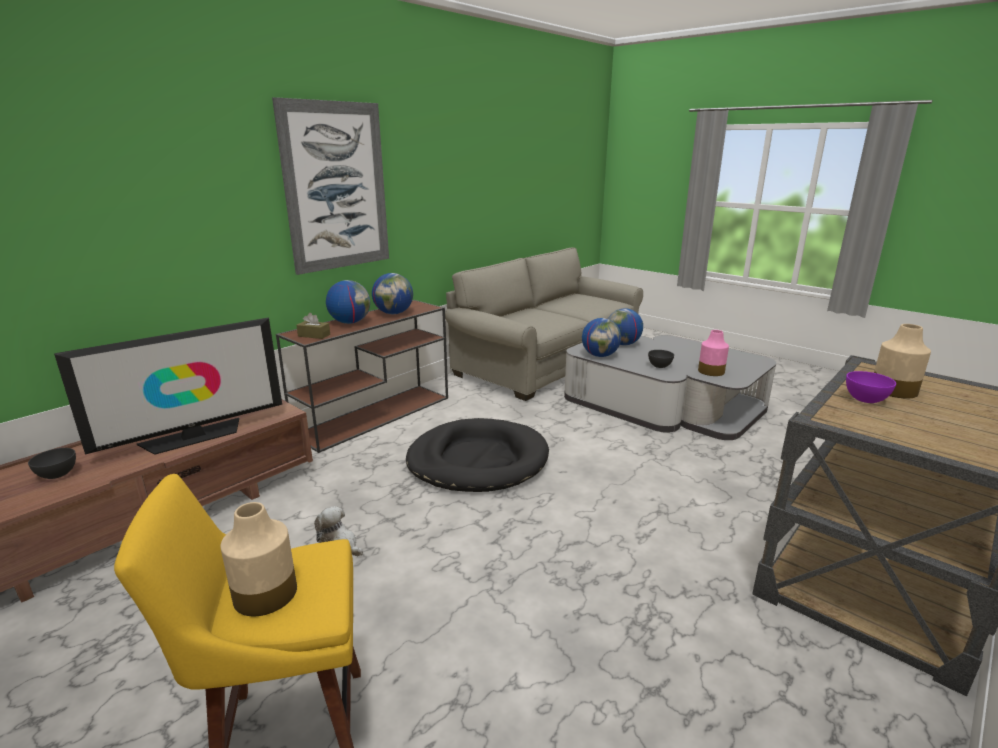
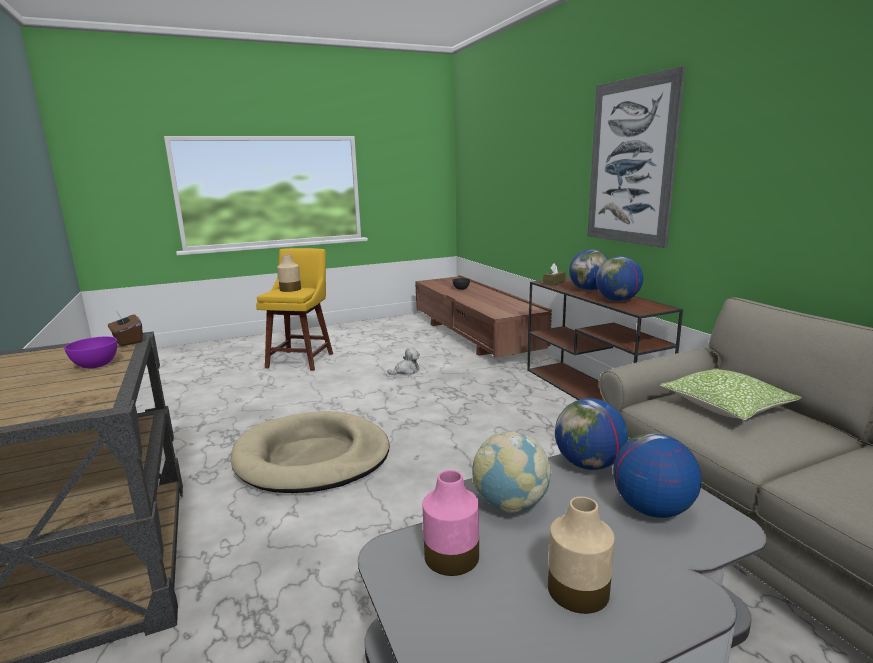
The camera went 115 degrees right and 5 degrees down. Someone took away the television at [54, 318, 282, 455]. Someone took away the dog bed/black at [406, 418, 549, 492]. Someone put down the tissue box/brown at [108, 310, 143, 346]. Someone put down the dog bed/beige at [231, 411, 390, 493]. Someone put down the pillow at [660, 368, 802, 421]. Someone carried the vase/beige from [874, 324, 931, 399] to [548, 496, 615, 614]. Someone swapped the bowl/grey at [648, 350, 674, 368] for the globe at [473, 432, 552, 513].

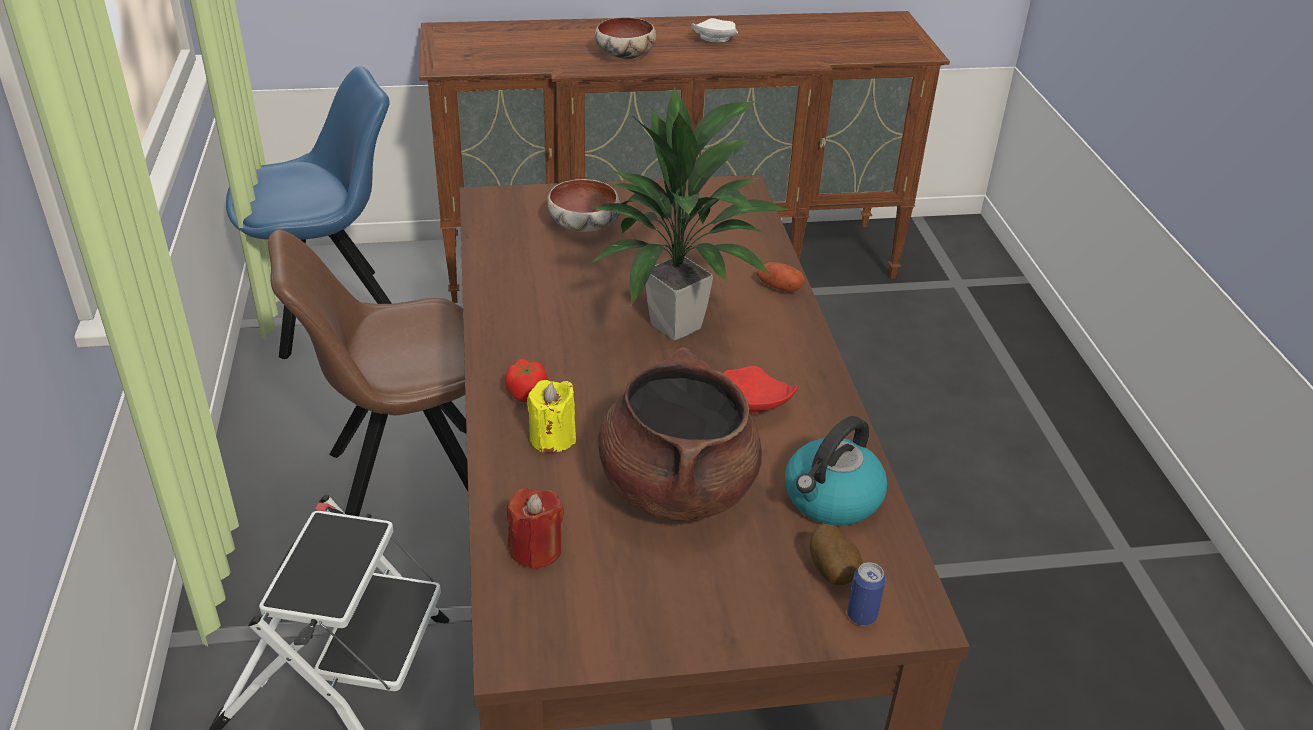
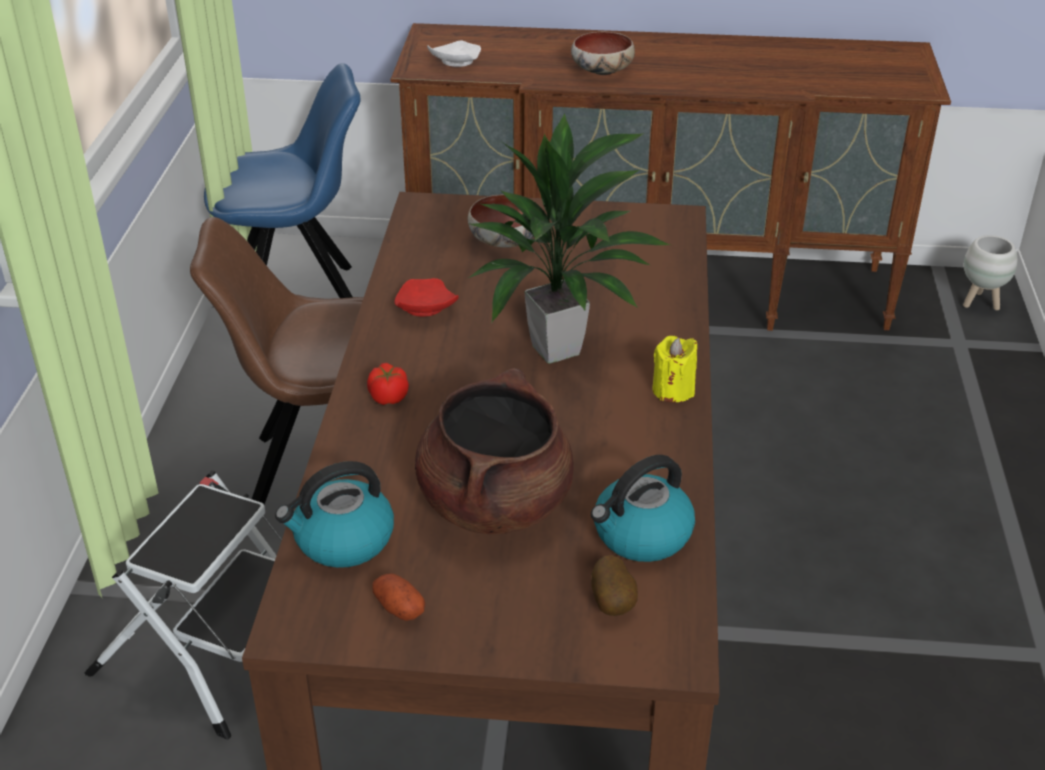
The camera went 15 degrees right and 0 degrees up. Someone took away the can at [847, 562, 886, 625]. Someone put down the planter/white at [963, 235, 1017, 310]. Someone carried the candle/yellow from [527, 380, 576, 453] to [652, 336, 697, 402]. Someone carried the plate/white from [691, 18, 738, 42] to [427, 41, 481, 67]. Someone carried the plate/red from [723, 366, 798, 414] to [394, 278, 459, 317]. Someone carried the potato from [757, 262, 805, 292] to [372, 574, 425, 621]. Someone swapped the candle/red at [507, 488, 564, 570] for the kettle at [275, 461, 394, 568].

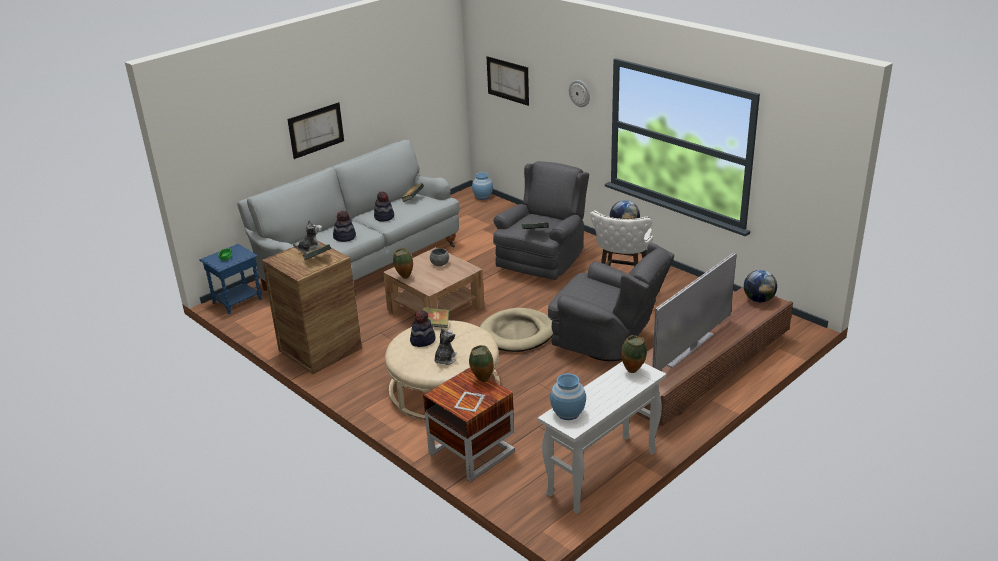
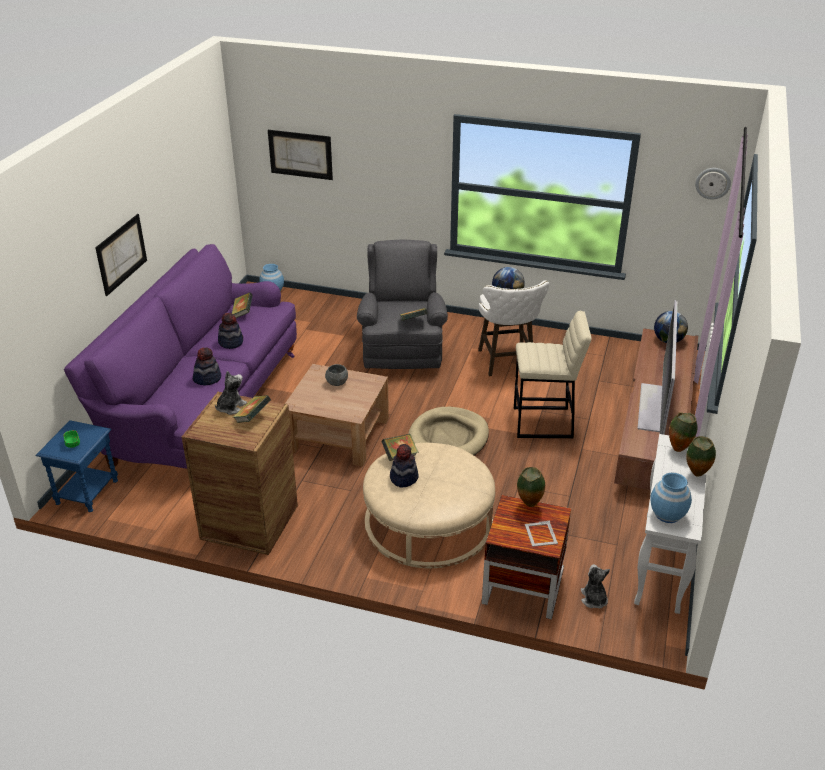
The camera went 30 degrees left and 5 degrees up. Someone carried the vase from [393, 248, 413, 279] to [686, 436, 716, 477]. Someone carried the plush toy from [434, 328, 457, 365] to [581, 564, 610, 608]. Someone carried the wall clock from [569, 80, 590, 107] to [695, 168, 731, 200]. Someone swapped the armchair/grey at [548, 243, 674, 361] for the stool/beige at [514, 311, 592, 438]. Someone repainted the sofa/grey at [237, 140, 459, 291], which became the sofa/purple at [64, 244, 297, 469].

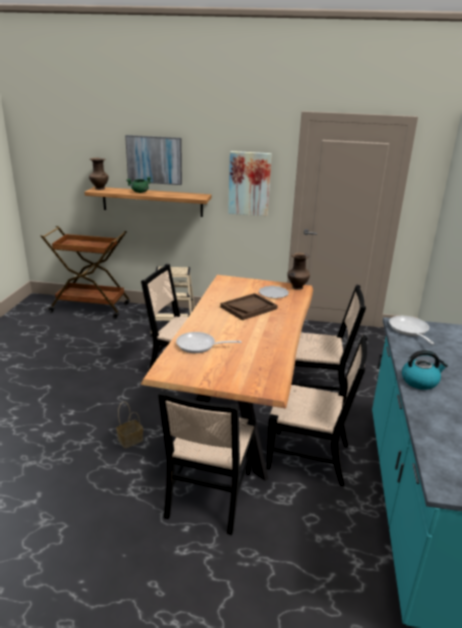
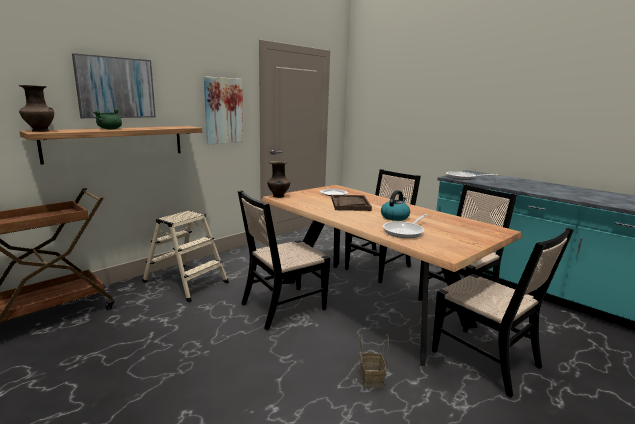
The camera went 55 degrees left and 10 degrees down. Someone carried the vase/brown from [287, 253, 310, 290] to [267, 161, 290, 198]. Someone carried the kettle from [402, 350, 448, 390] to [381, 190, 410, 221].

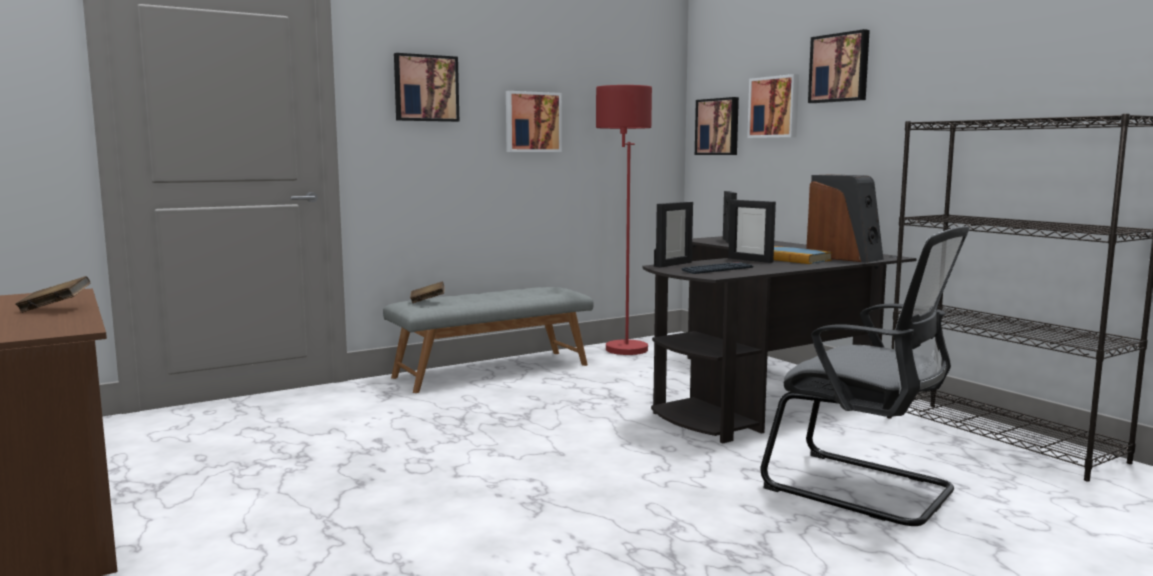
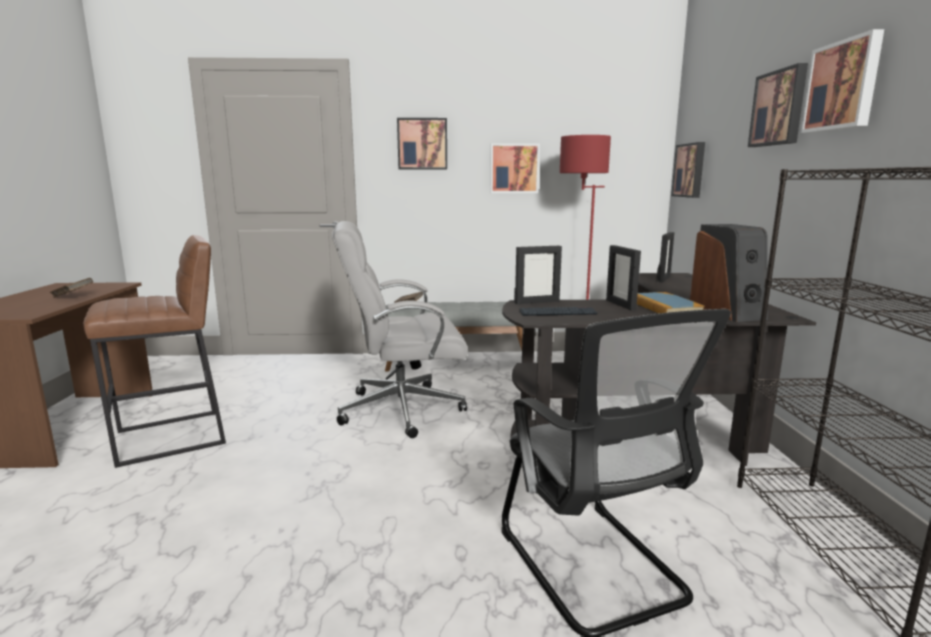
The camera went 30 degrees right and 5 degrees up. Someone put down the stool/brown at [84, 235, 226, 468]. Someone put down the office chair/grey at [332, 221, 468, 438]. Someone carried the picture from [747, 74, 799, 138] to [801, 29, 884, 133].

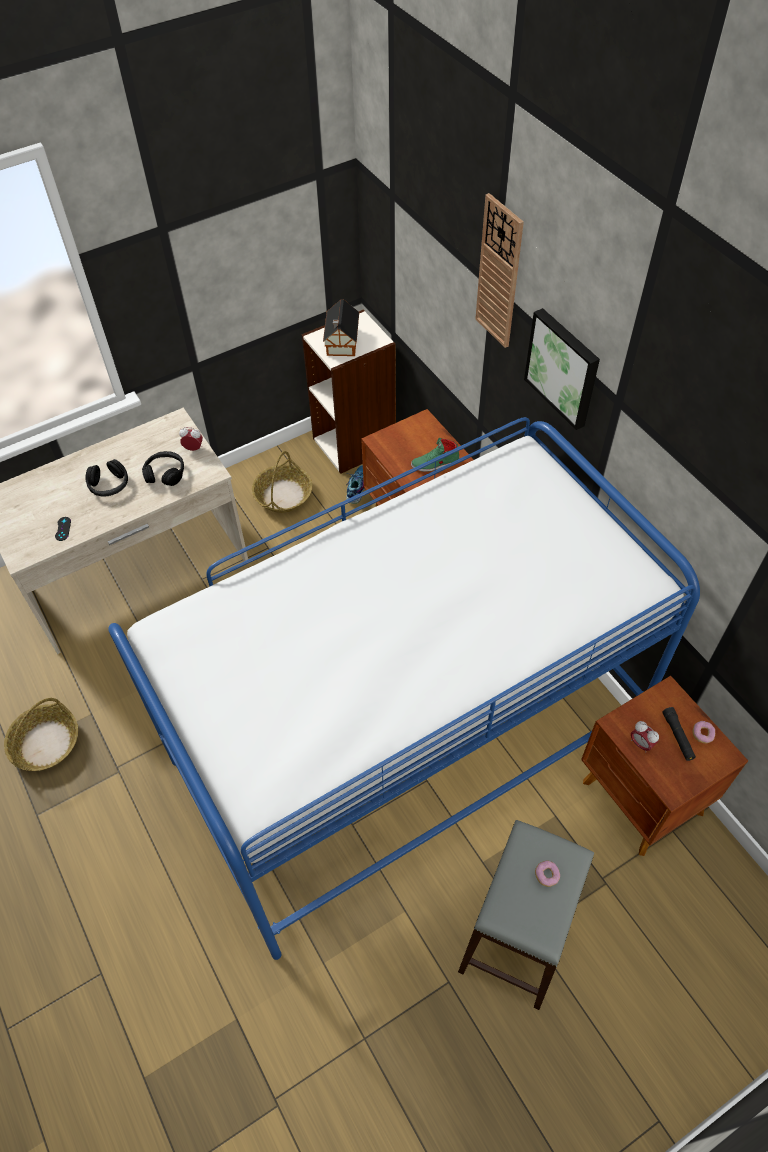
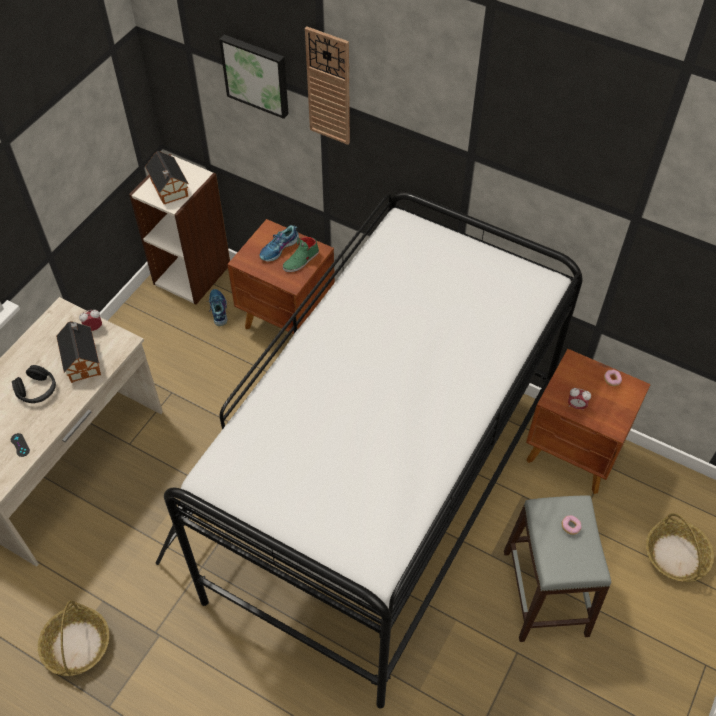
The camera went 30 degrees left and 0 degrees up. Someone took away the flashlight/black at [663, 707, 696, 761]. Someone put down the shoe at [259, 225, 299, 261]. Someone carried the basket from [252, 451, 312, 513] to [646, 513, 714, 582]. Someone carried the picture from [524, 308, 600, 430] to [219, 34, 289, 119]. Someone swapped the headphones/black at [142, 451, 184, 486] for the toy house at [56, 321, 101, 383]. Someone repainted the bed/blue at [108, 417, 700, 960], which became the bed/black at [156, 192, 582, 708].

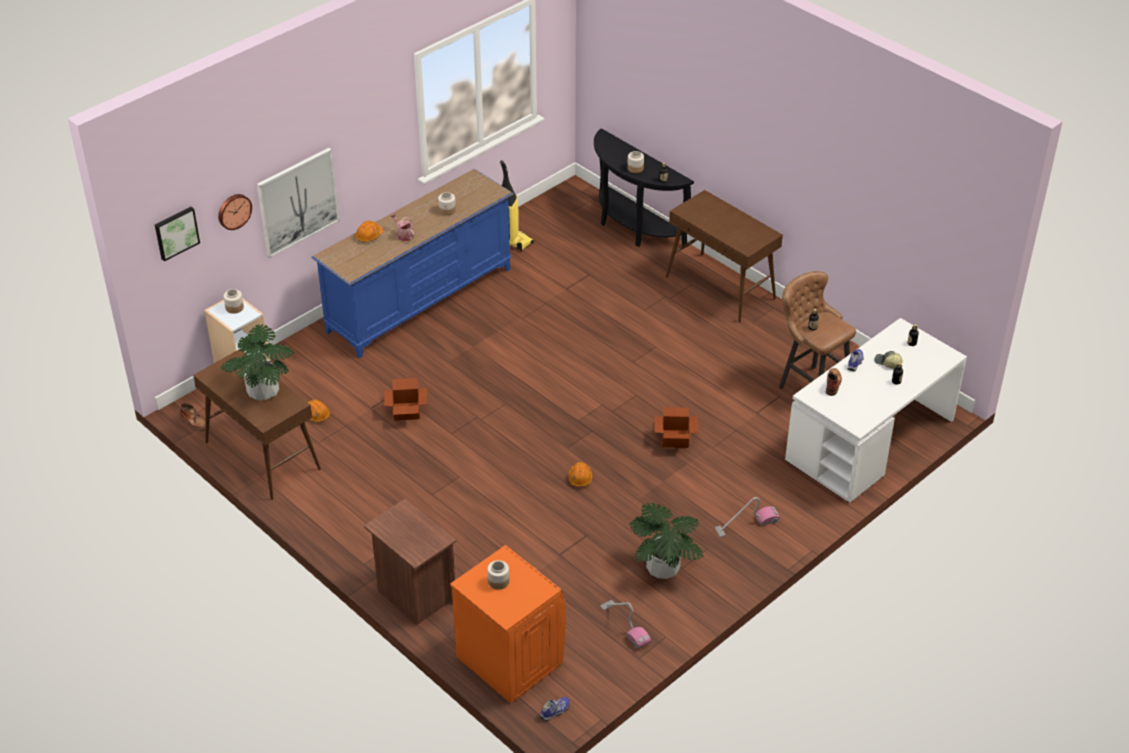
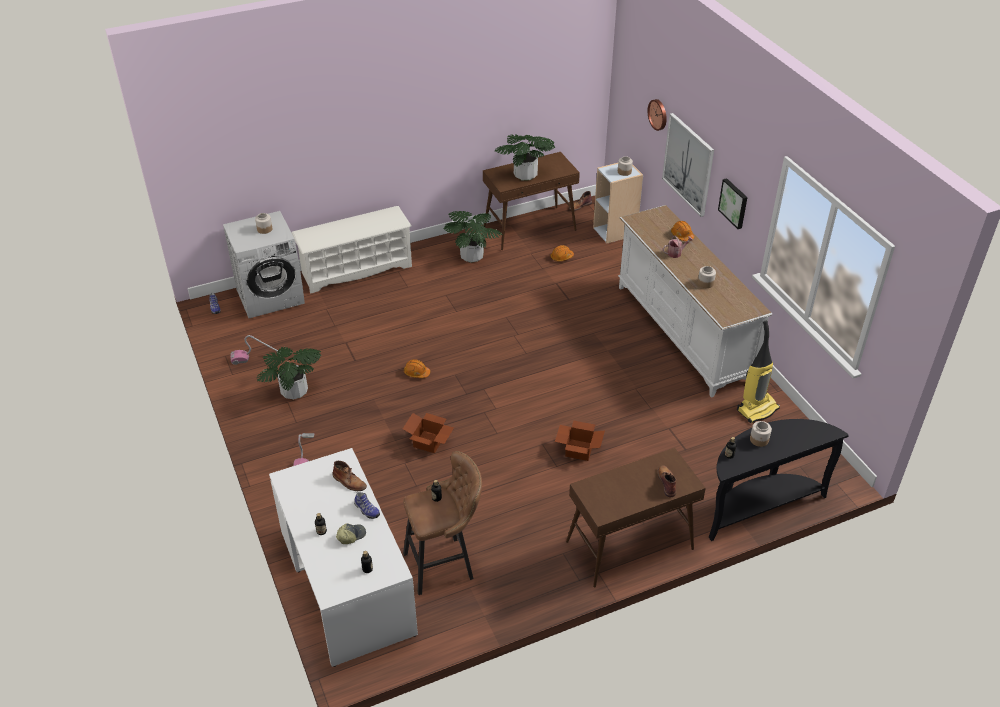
The camera went 110 degrees right and 0 degrees up. Someone put down the potted plant at [443, 211, 503, 263]. Someone put down the boot/brown at [658, 465, 676, 497]. Someone carried the picture from [155, 207, 200, 261] to [718, 178, 748, 229]. Someone carried the cardboard box from [384, 378, 427, 421] to [555, 420, 605, 461]. Someone swapped the nightstand/brown at [364, 499, 456, 625] for the shoe rack/white at [291, 206, 412, 294]. Someone repainted the cabinet/blue at [312, 169, 514, 358], which became the cabinet/white at [618, 205, 772, 398]. Someone repainted the washing machine/orange at [450, 545, 566, 703], which became the washing machine/white at [223, 211, 305, 318].

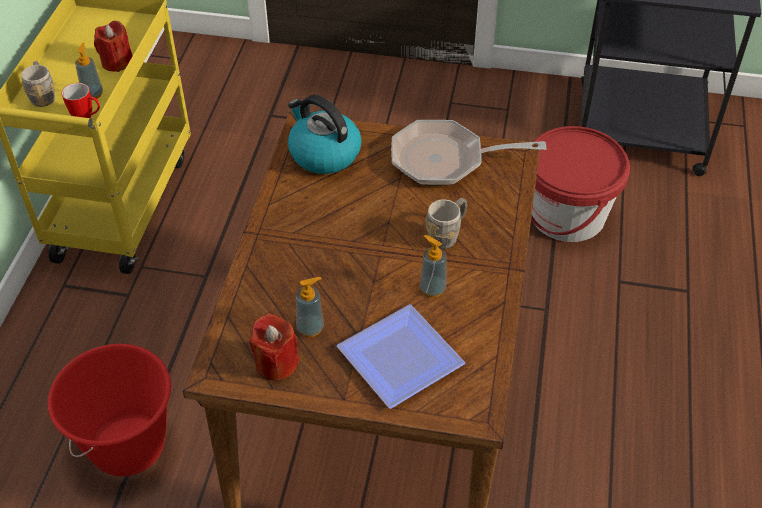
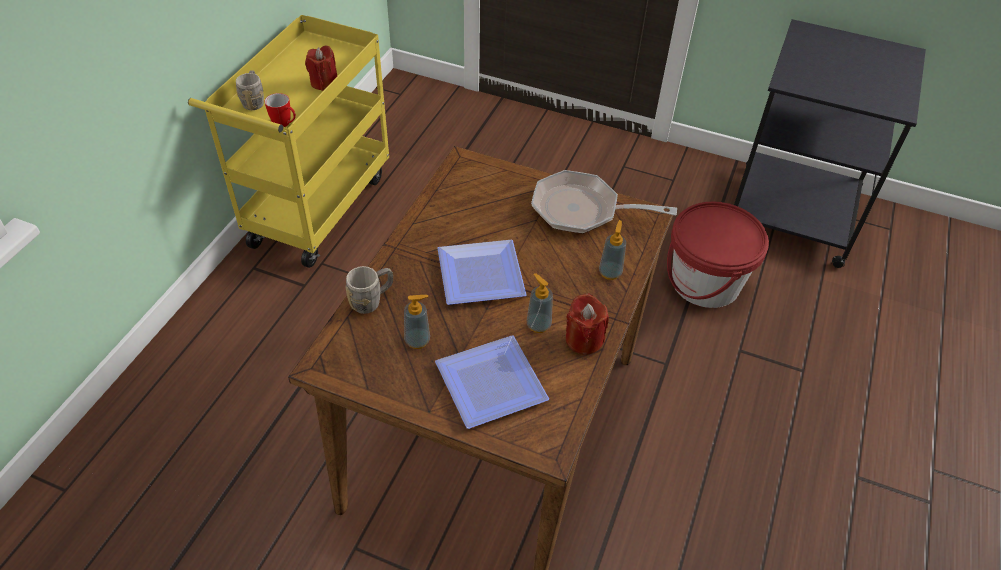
The camera went 10 degrees right and 0 degrees up. Someone took away the bucket/red at [48, 344, 171, 476]. Someone took away the kettle at [288, 95, 362, 174]. Someone put down the plate at [437, 240, 526, 305]. Someone carried the soap dispenser from [75, 43, 103, 100] to [599, 220, 626, 280]. Someone carried the candle/red from [249, 313, 299, 381] to [566, 293, 609, 355]. Someone carried the mug/grey from [426, 198, 467, 249] to [345, 266, 393, 314].

